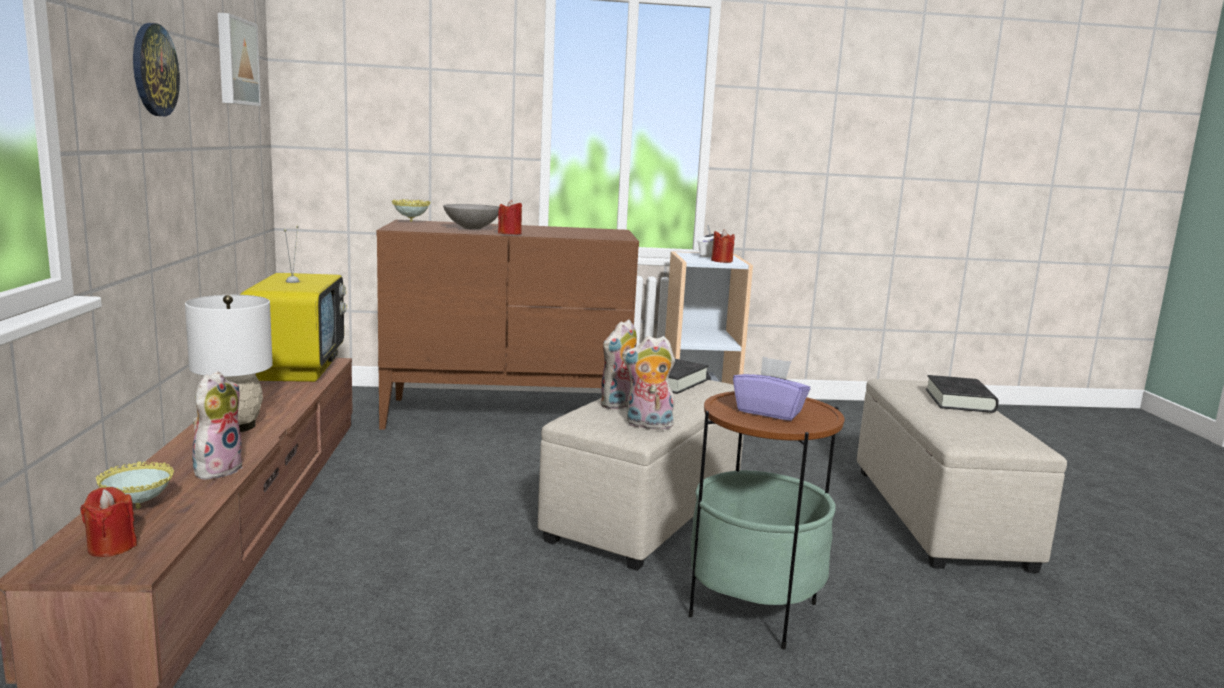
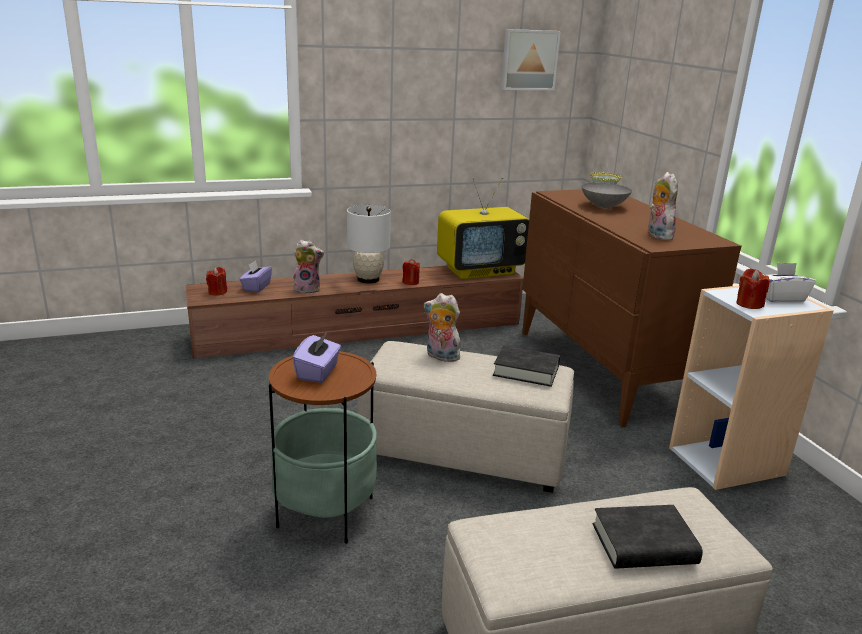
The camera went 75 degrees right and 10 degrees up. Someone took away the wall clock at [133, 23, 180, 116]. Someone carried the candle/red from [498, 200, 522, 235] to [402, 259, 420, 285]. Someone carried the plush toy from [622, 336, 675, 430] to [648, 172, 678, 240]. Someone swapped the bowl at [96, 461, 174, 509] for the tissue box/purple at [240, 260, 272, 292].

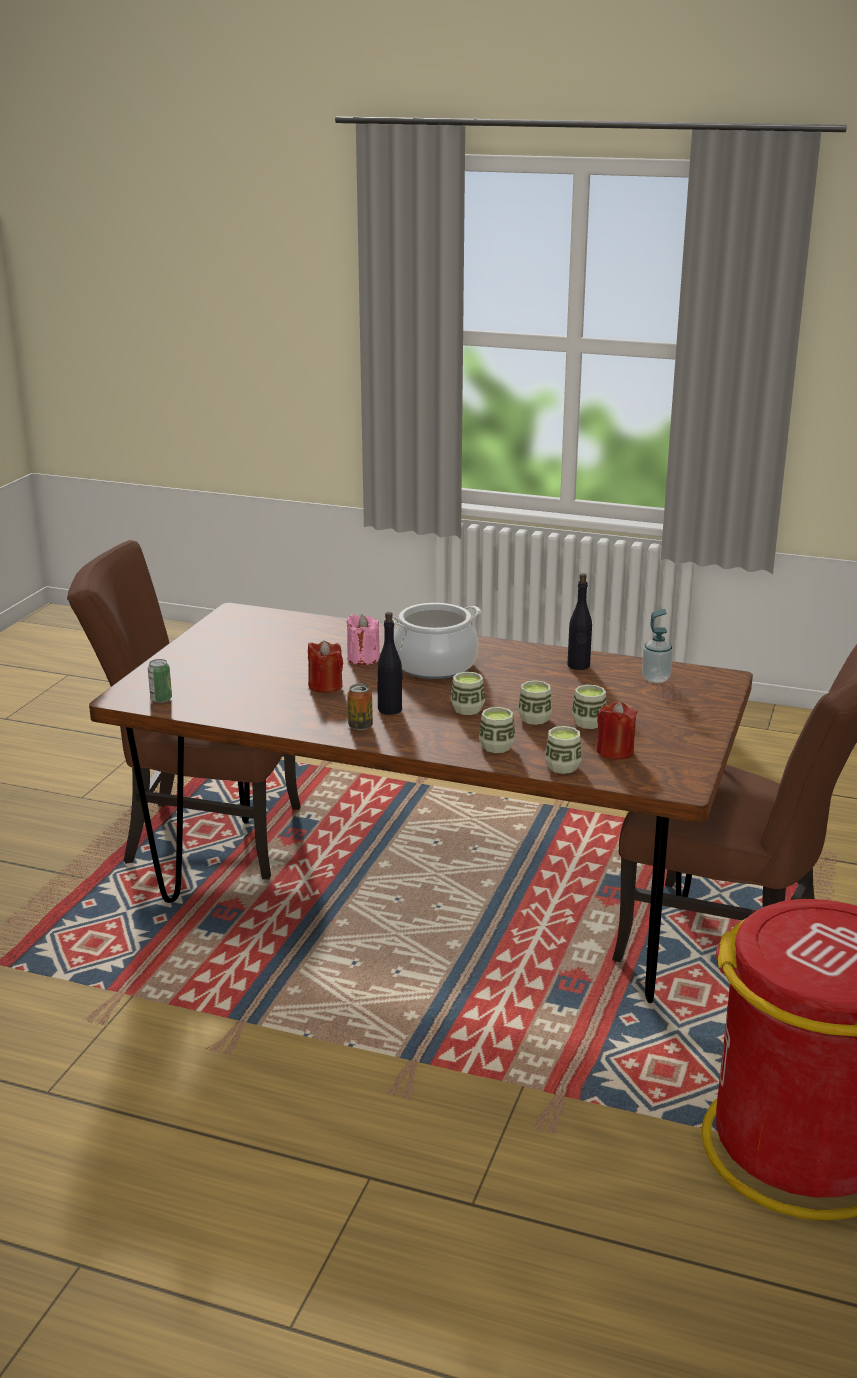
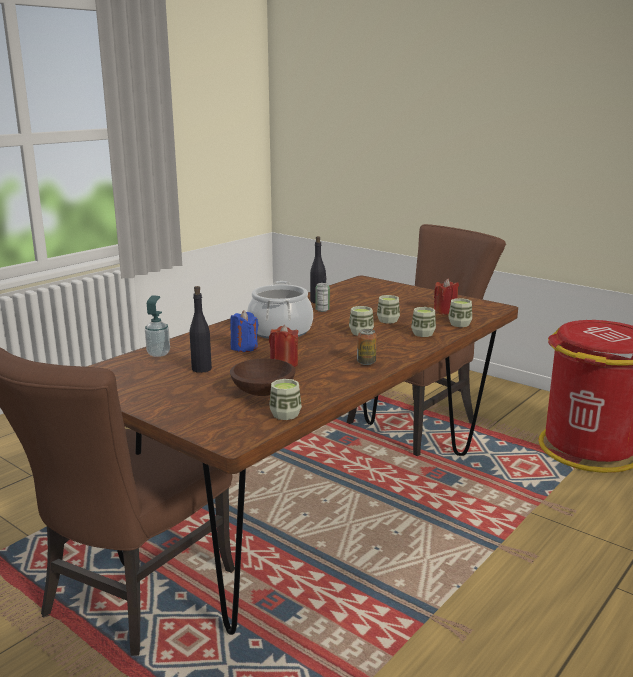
The camera went 70 degrees left and 5 degrees down. Someone put down the bowl/brown at [230, 358, 296, 396]. Someone carried the can from [148, 659, 172, 703] to [315, 283, 330, 312]. Someone carried the bottle/black from [377, 612, 403, 715] to [190, 286, 212, 373]. Someone carried the cup from [571, 685, 607, 729] to [270, 379, 302, 420]. Someone carried the soap dispenser from [642, 609, 673, 683] to [145, 295, 170, 357]. Someone repainted the candle/pink at [346, 614, 380, 665], which became the candle/blue at [230, 310, 259, 352].

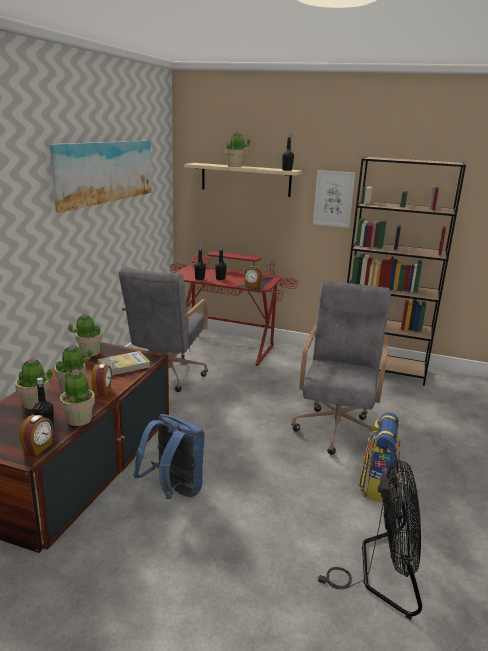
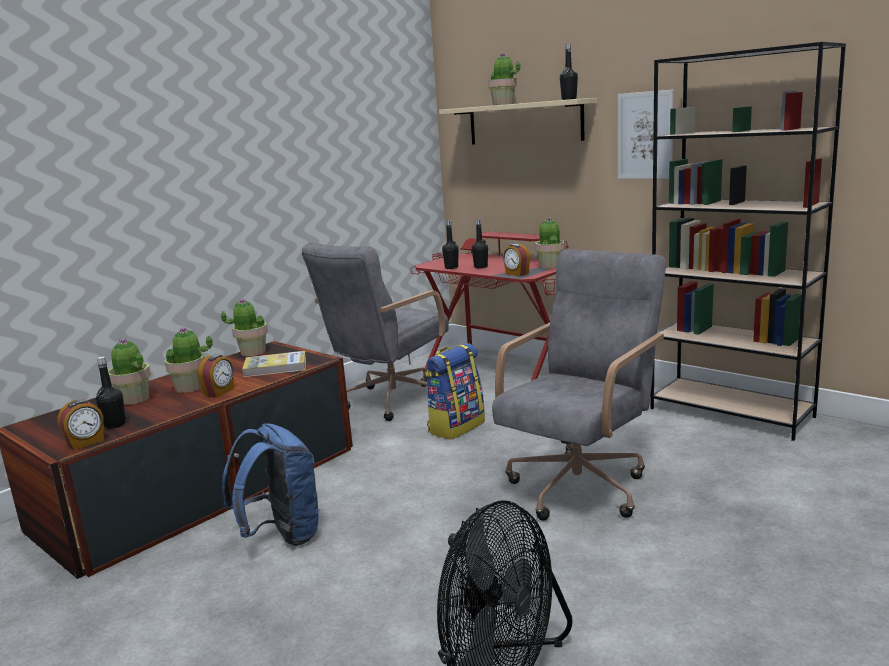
The camera went 25 degrees right and 5 degrees down. Someone took away the picture at [50, 141, 151, 213]. Someone carried the potted plant from [60, 369, 95, 426] to [535, 218, 565, 269]. Someone carried the backpack from [359, 412, 401, 502] to [425, 343, 485, 440].

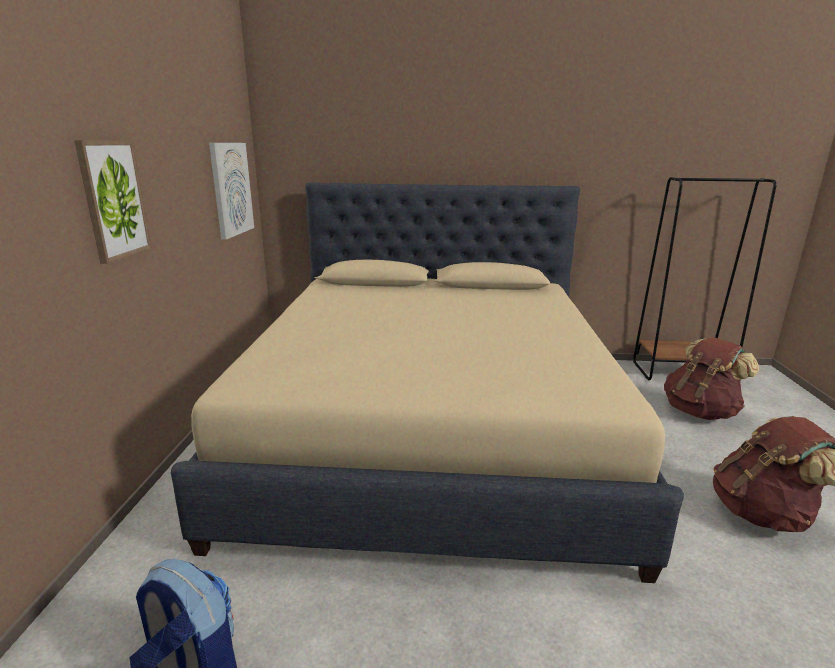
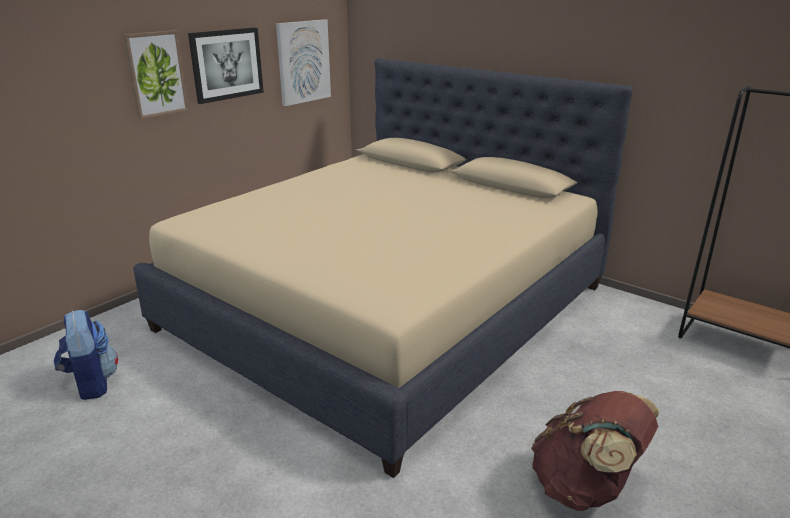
The camera went 35 degrees right and 5 degrees up. Someone took away the backpack/brown at [664, 337, 759, 420]. Someone put up the picture at [188, 27, 264, 104].

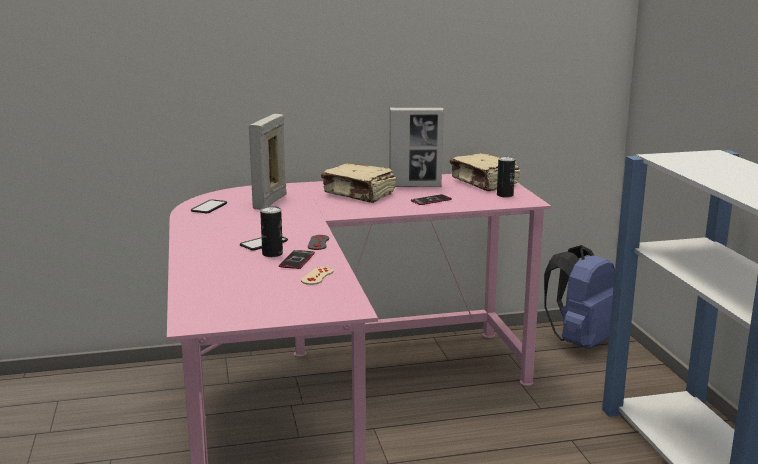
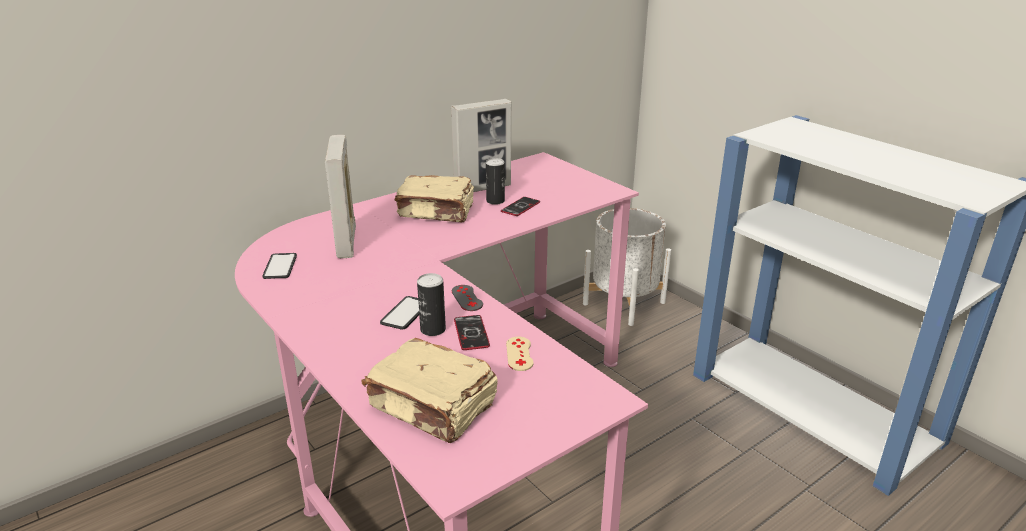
The camera went 25 degrees left and 10 degrees up. Someone carried the book/beige from [450, 153, 520, 191] to [361, 338, 498, 443]. Someone carried the can from [497, 156, 515, 197] to [486, 158, 505, 205]. Someone swapped the backpack/blue at [544, 245, 615, 349] for the planter/white at [583, 208, 671, 326].

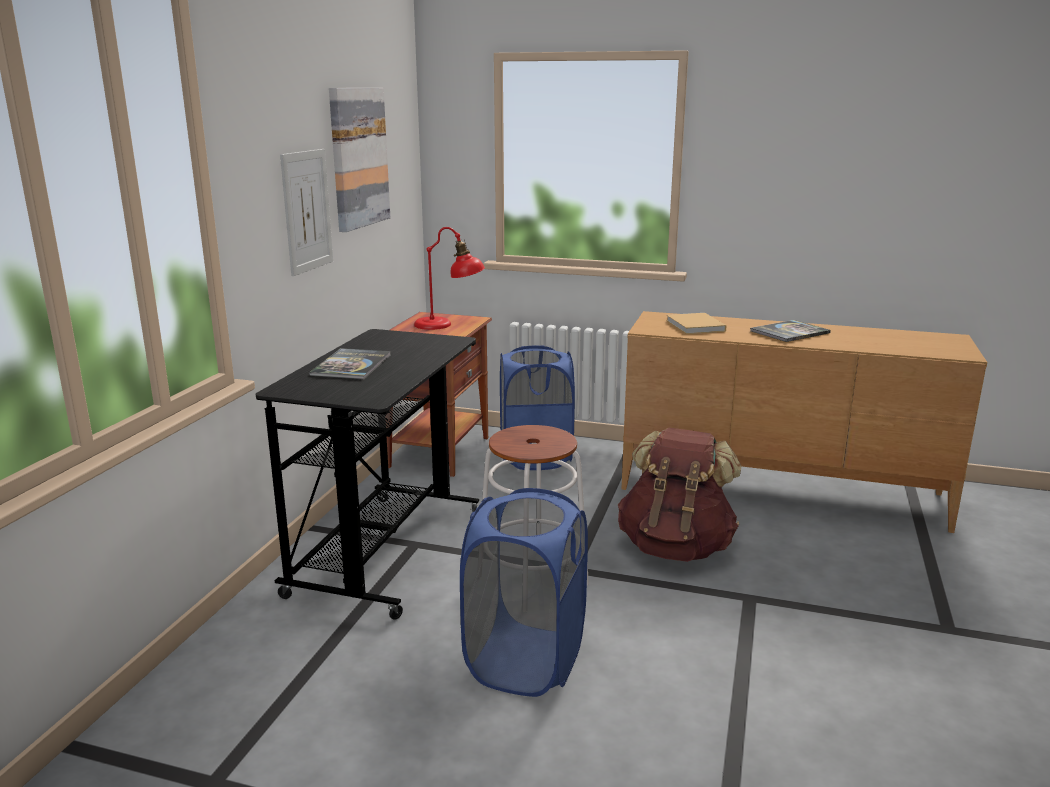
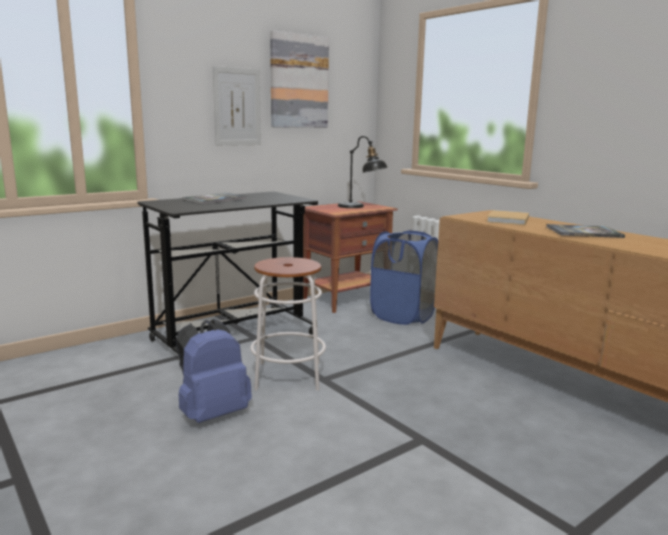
The camera went 35 degrees right and 5 degrees down. Someone took away the backpack/brown at [618, 427, 741, 562]. Someone swapped the laundry basket/blue at [460, 488, 588, 697] for the backpack/blue at [176, 319, 252, 423]. Someone repainted the table lamp/red at [414, 227, 485, 330], which became the table lamp/black at [338, 136, 388, 208].

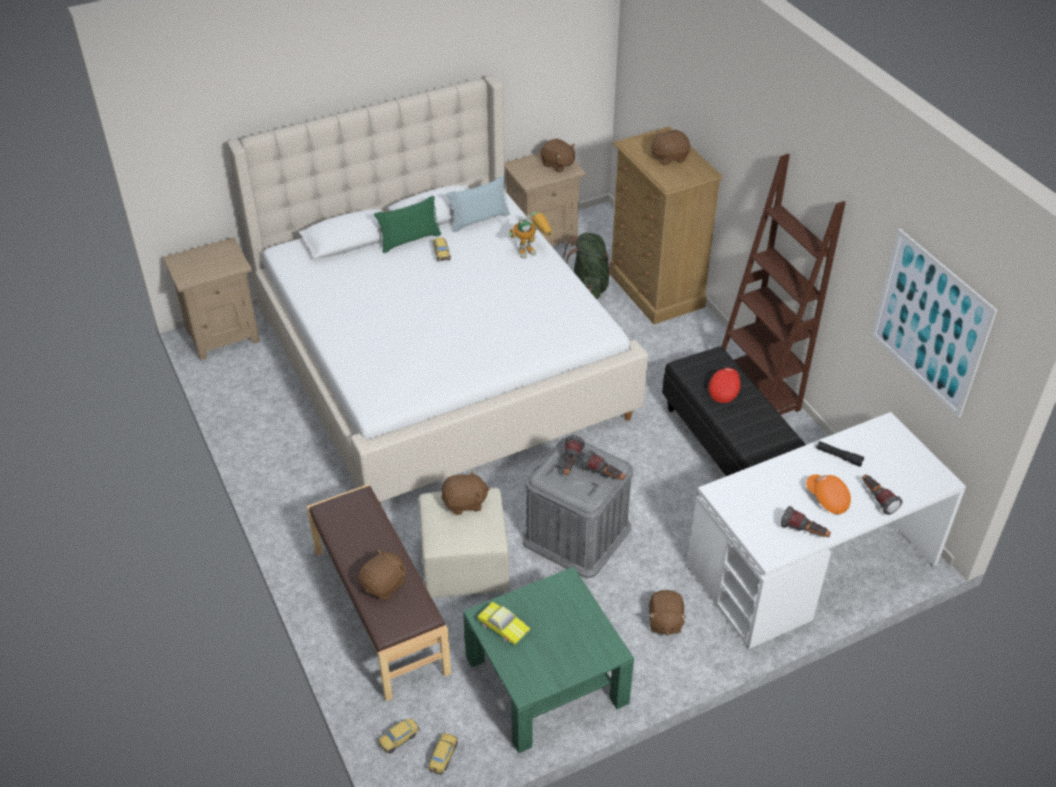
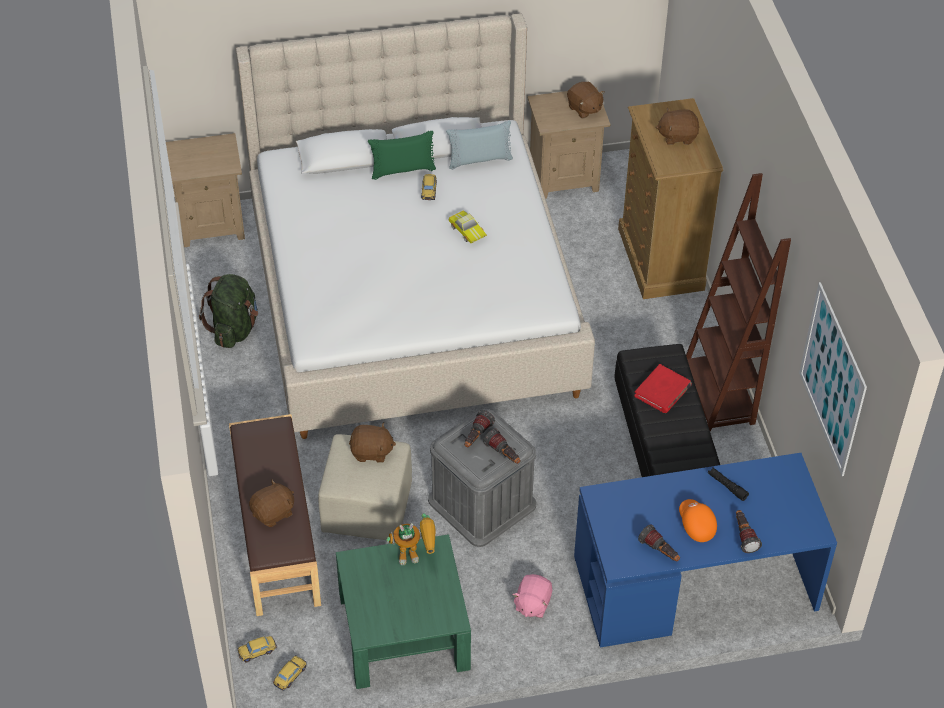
The camera went 15 degrees right and 5 degrees up. Someone carried the toy car from [478, 602, 530, 645] to [448, 211, 487, 243]. Someone carried the toy robot from [509, 212, 553, 259] to [386, 514, 435, 565]. Someone carried the backpack/green from [562, 233, 615, 299] to [199, 274, 258, 348]. Someone swapped the cap/red at [708, 368, 741, 403] for the book/red at [634, 364, 692, 413]. Someone repainted the plush toy/brown at [648, 590, 687, 635], which became the plush toy/pink at [512, 574, 552, 618]. Someone repainted the desk/white at [687, 412, 966, 649], which became the desk/blue at [574, 453, 837, 647].

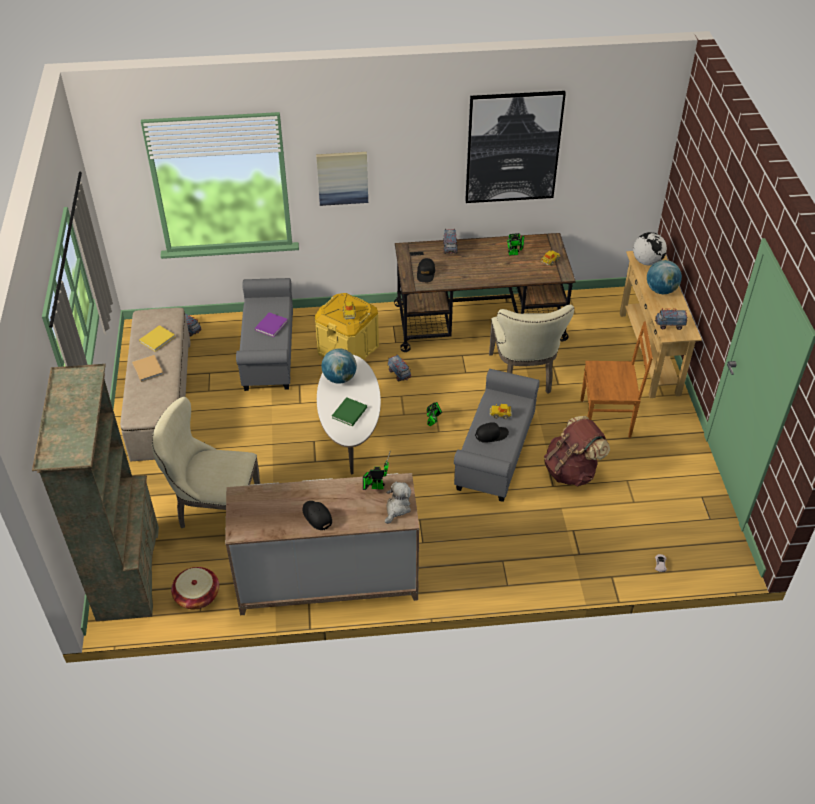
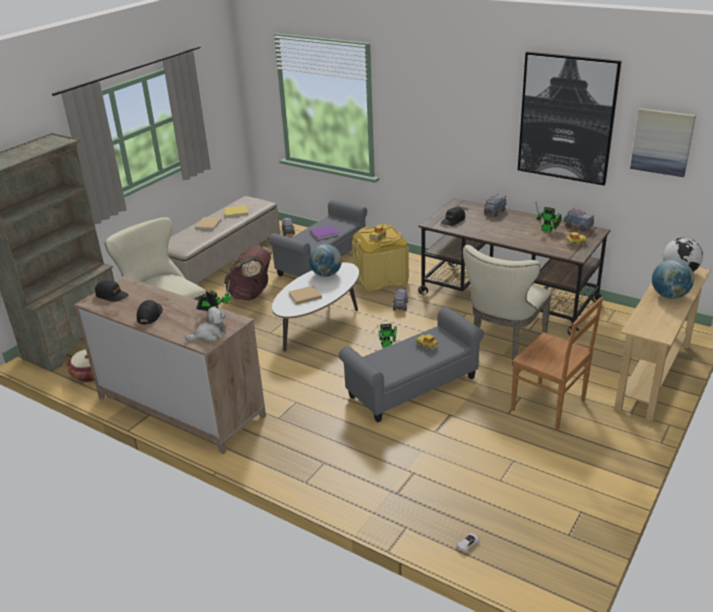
The camera went 40 degrees right and 15 degrees down. Someone carried the picture from [316, 152, 368, 206] to [630, 108, 696, 177]. Someone carried the cap/black from [475, 422, 509, 443] to [95, 280, 129, 302]. Someone carried the backpack/brown from [544, 416, 610, 486] to [224, 246, 272, 300]. Someone carried the toy truck from [655, 308, 687, 330] to [563, 208, 594, 232]. Someone repainted the book/green at [332, 397, 367, 426], which became the book/beige at [289, 285, 322, 305].

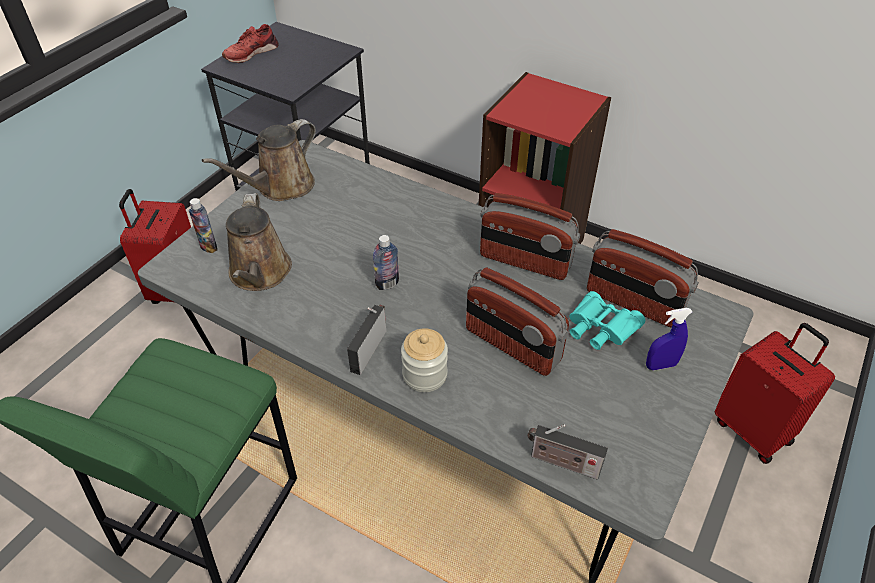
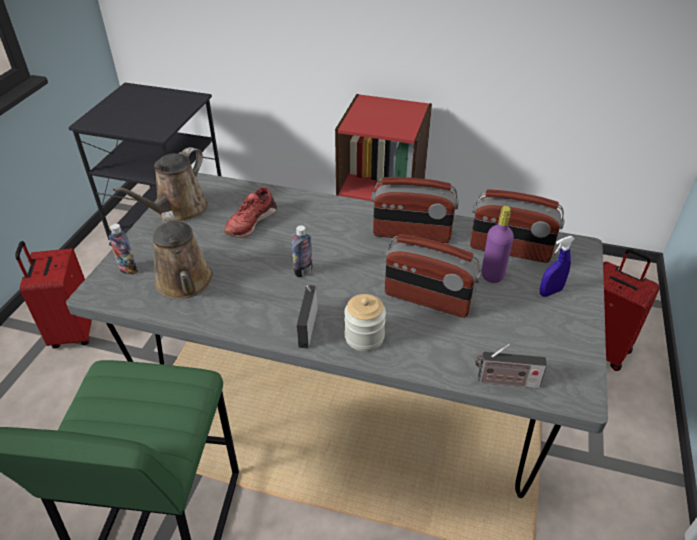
The camera went 15 degrees left and 5 degrees down. Someone carried the shoe/red from [222, 24, 279, 63] to [224, 187, 277, 238]. Someone swapped the binoculars/turquoise at [569, 291, 645, 350] for the bottle/purple at [482, 206, 514, 283].

